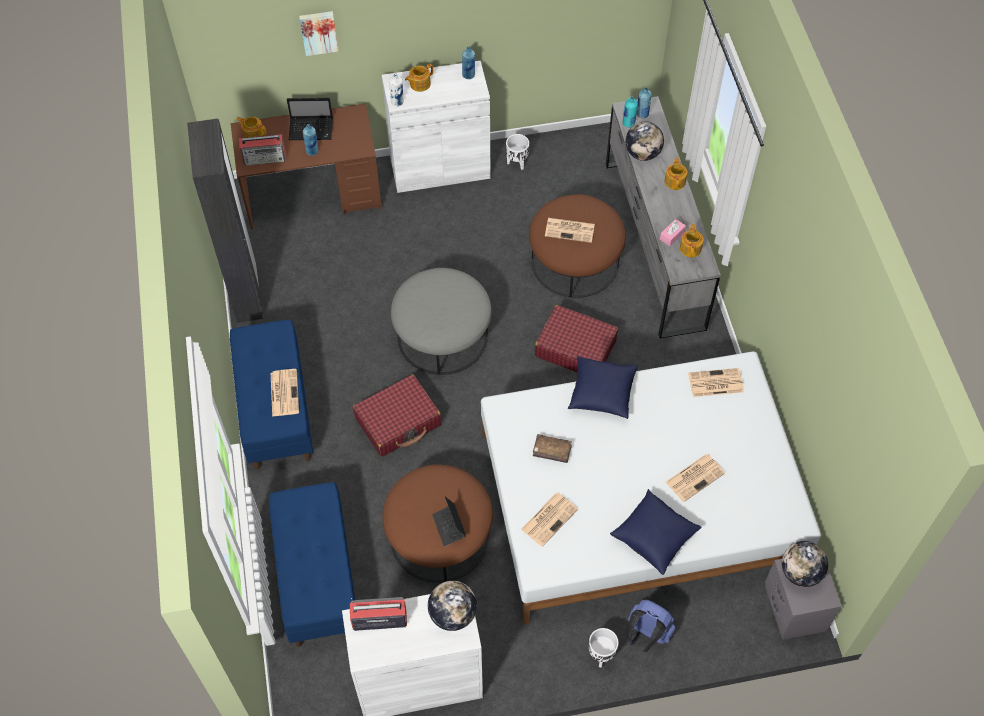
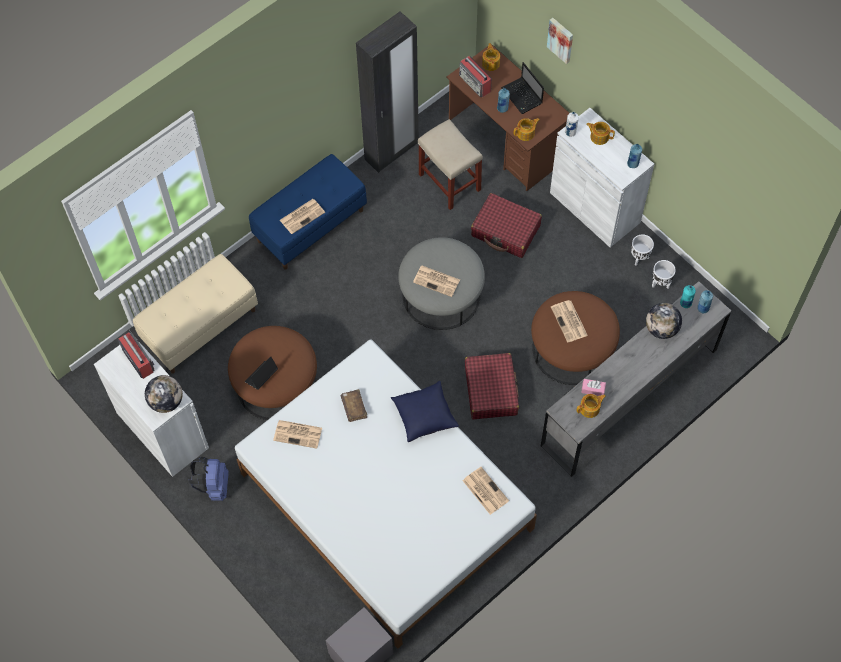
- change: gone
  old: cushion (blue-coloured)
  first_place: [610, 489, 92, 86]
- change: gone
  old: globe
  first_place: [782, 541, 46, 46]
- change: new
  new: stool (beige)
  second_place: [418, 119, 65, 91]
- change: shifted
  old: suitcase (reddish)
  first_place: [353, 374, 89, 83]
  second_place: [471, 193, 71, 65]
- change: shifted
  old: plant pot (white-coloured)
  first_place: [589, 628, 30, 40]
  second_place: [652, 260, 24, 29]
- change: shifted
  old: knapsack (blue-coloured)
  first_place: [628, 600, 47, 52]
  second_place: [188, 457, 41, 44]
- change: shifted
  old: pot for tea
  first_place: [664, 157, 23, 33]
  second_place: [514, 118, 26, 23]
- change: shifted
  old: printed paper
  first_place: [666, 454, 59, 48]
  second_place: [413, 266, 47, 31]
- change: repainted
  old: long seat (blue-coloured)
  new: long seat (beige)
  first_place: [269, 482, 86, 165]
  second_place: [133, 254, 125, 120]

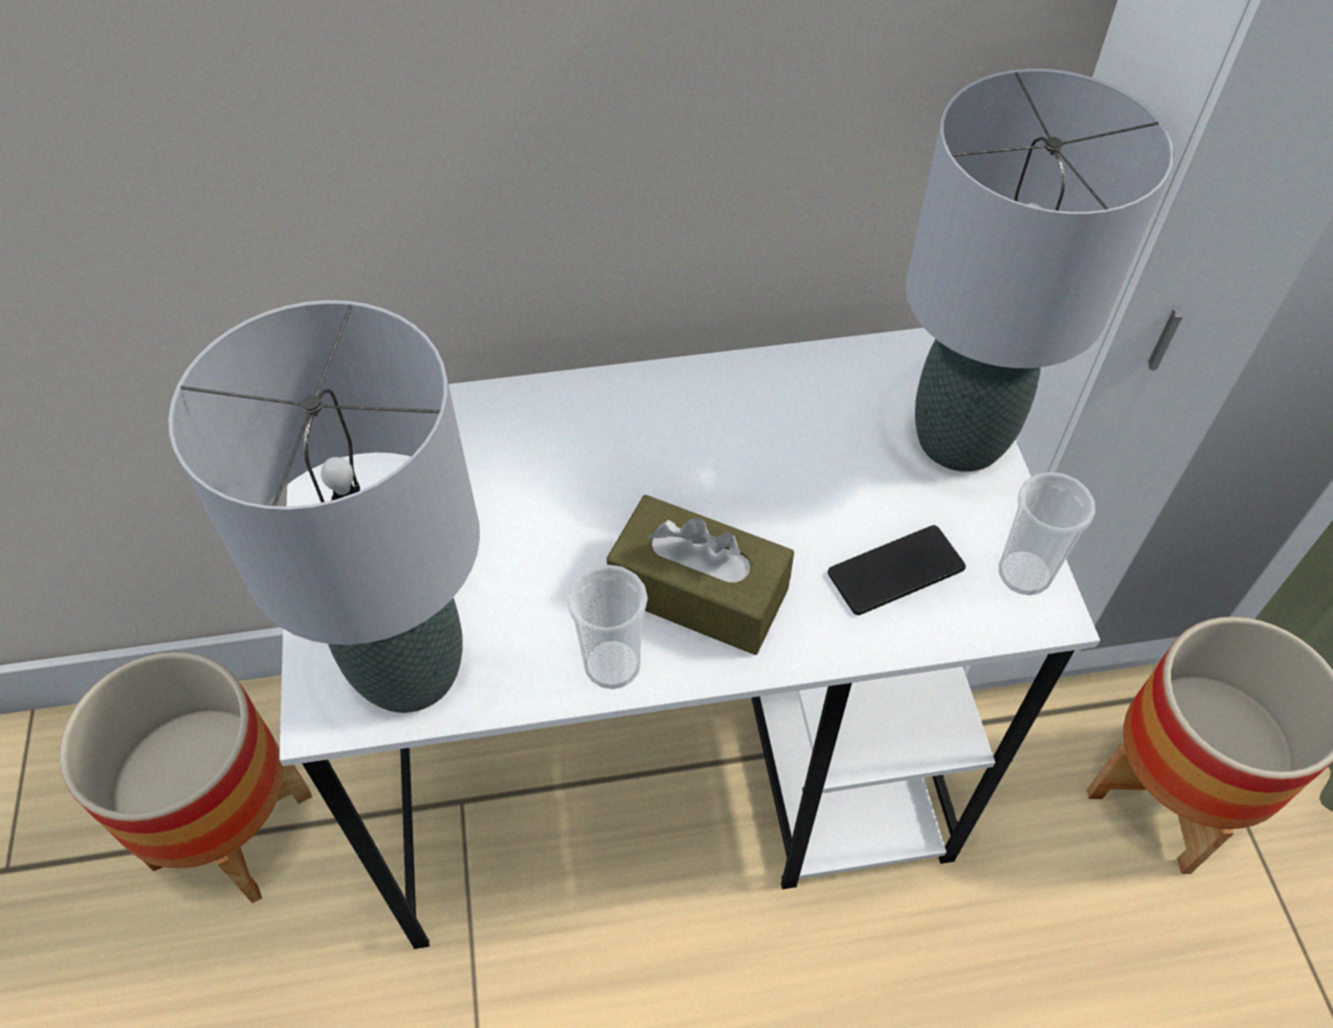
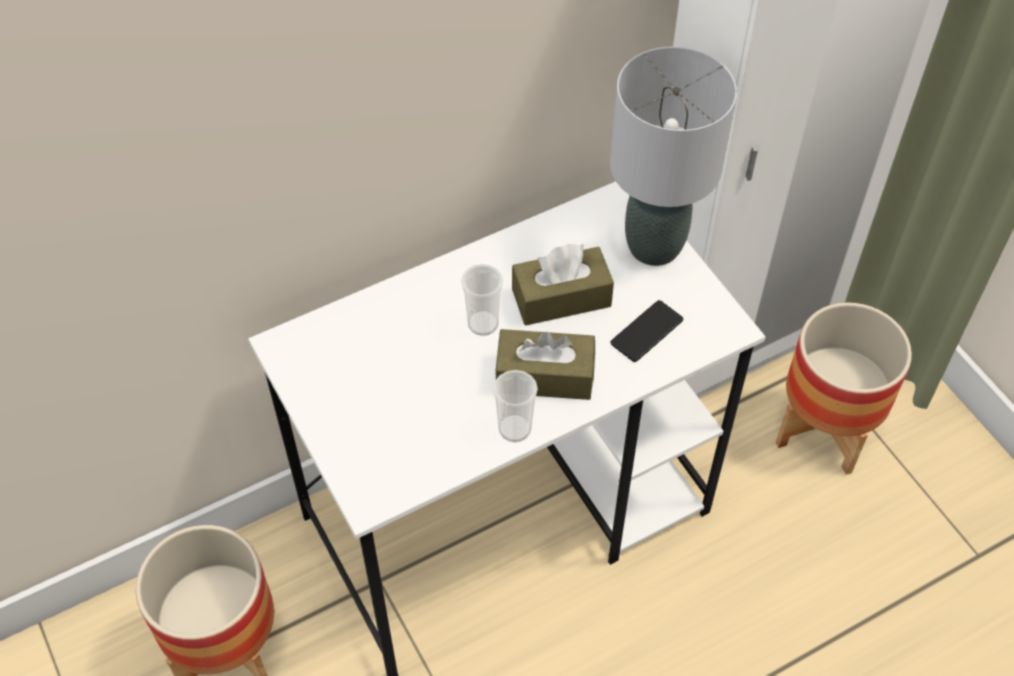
- change: gone
  old: table lamp (grey)
  first_place: [168, 300, 312, 413]
- change: new
  new: tissue holder (brown-coloured)
  second_place: [512, 244, 102, 82]
- change: shifted
  old: cup
  first_place: [998, 472, 97, 123]
  second_place: [461, 264, 42, 72]

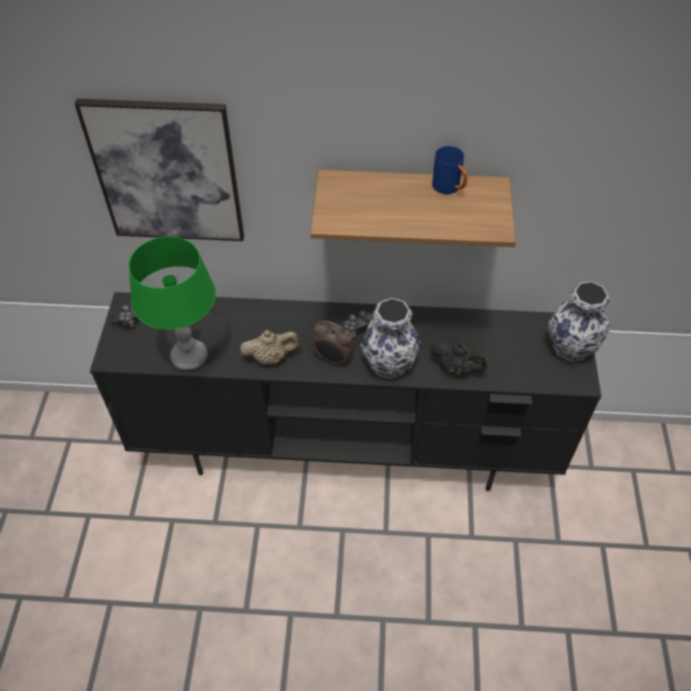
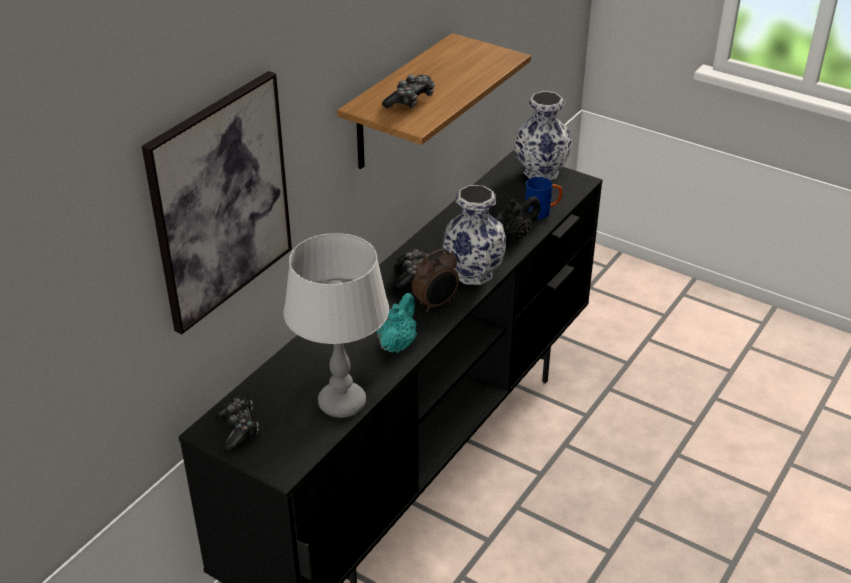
- change: new
  new: gamepad
  second_place: [382, 75, 53, 33]
- change: shifted
  old: mug (blue-coloured)
  first_place: [432, 146, 35, 48]
  second_place: [525, 177, 37, 42]
- change: repainted
  old: table lamp (greenish)
  new: table lamp (grey)
  first_place: [128, 236, 88, 134]
  second_place: [283, 233, 106, 185]
- change: repainted
  old: pot for tea (beige)
  new: pot for tea (turquoise)
  first_place: [240, 330, 60, 35]
  second_place: [377, 293, 40, 60]

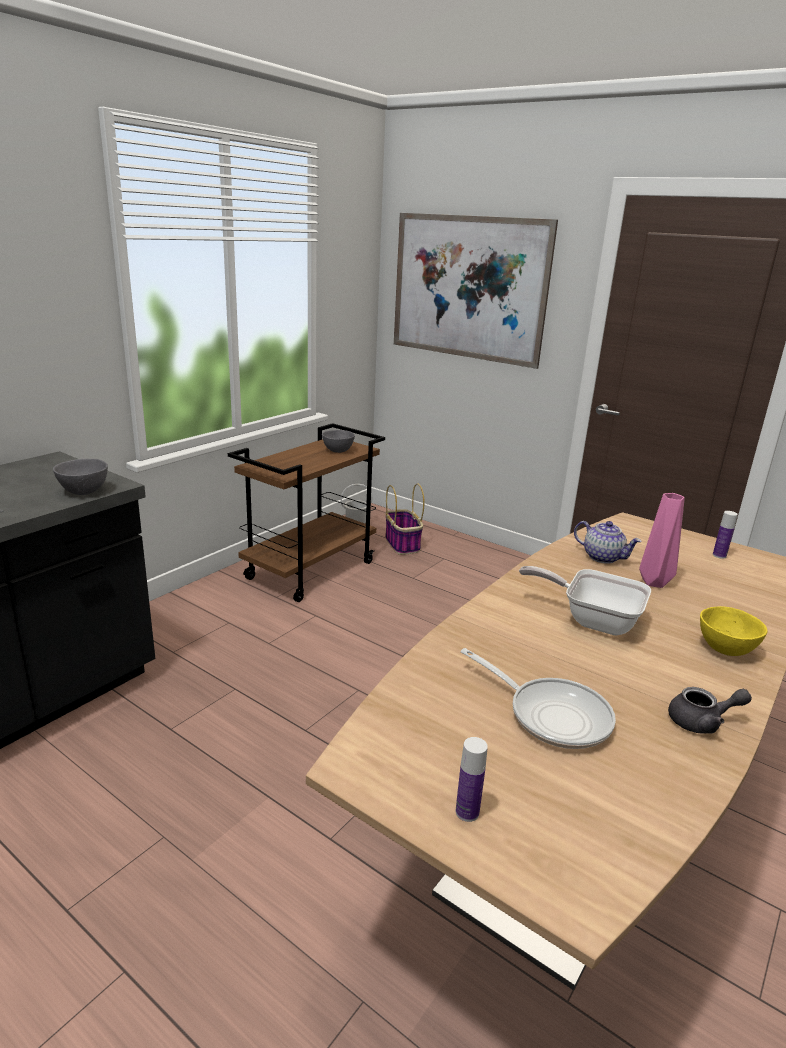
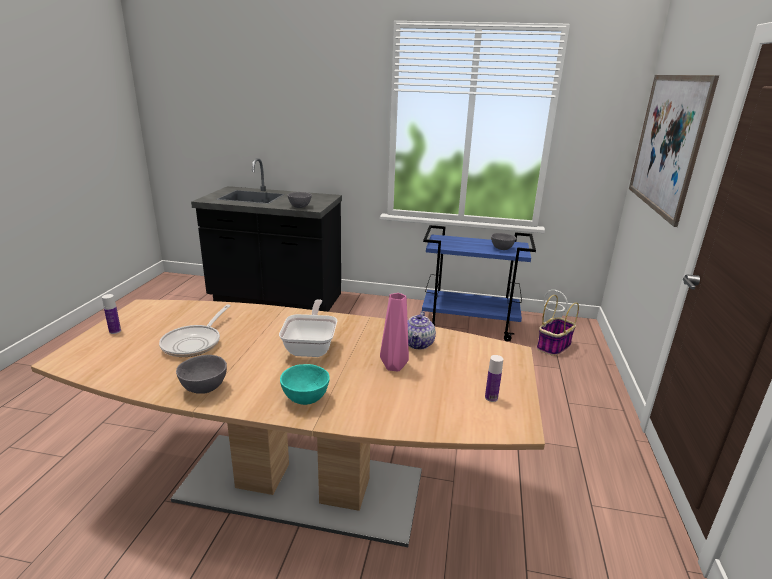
- change: swapped
  old: pot for tea (grey)
  new: deep dish (grey)
  first_place: [668, 687, 84, 47]
  second_place: [176, 355, 51, 39]
- change: repainted
  old: cart (brown-coloured)
  new: cart (blue-coloured)
  first_place: [228, 423, 157, 179]
  second_place: [422, 225, 114, 117]
- change: repainted
  old: deep dish (yellow)
  new: deep dish (turquoise)
  first_place: [700, 606, 68, 50]
  second_place: [280, 364, 50, 41]

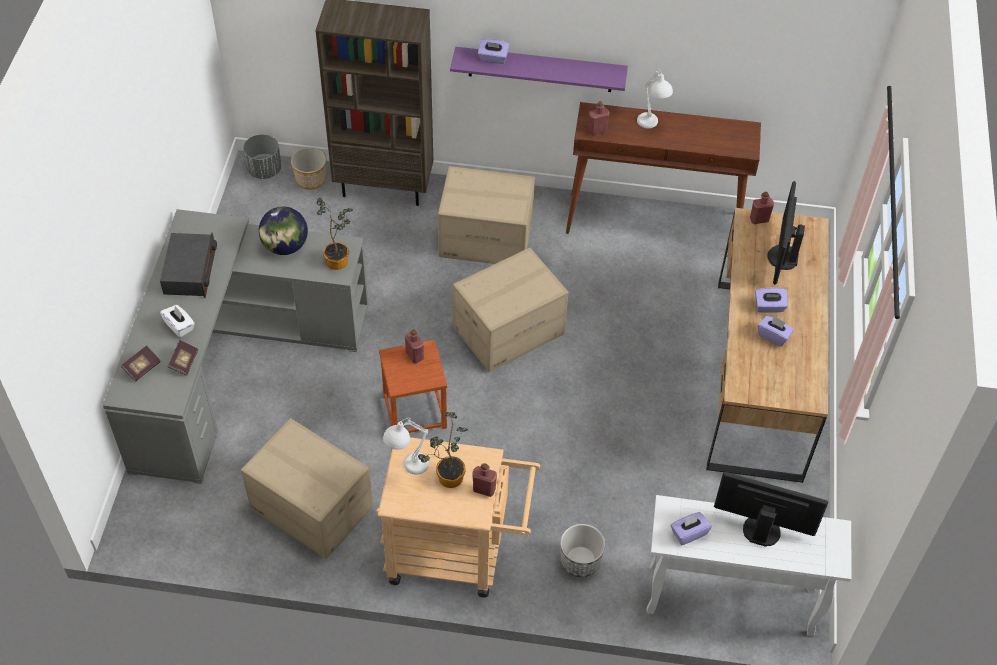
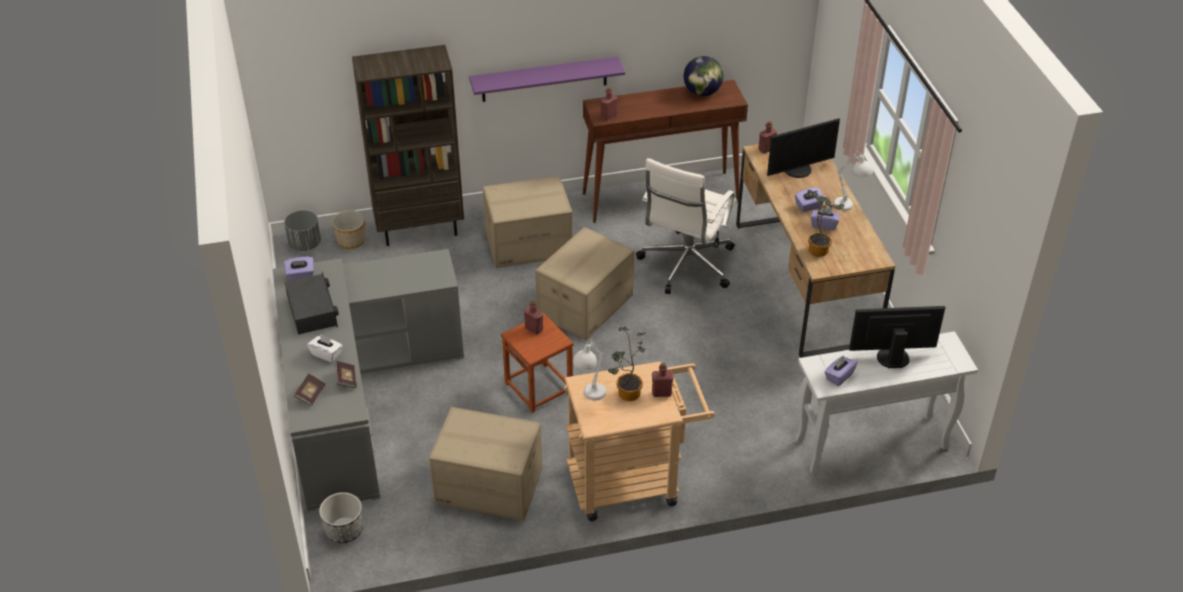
- change: new
  new: computer chair (white-coloured)
  second_place: [636, 158, 101, 136]
- change: shifted
  old: globe
  first_place: [259, 206, 49, 49]
  second_place: [684, 56, 39, 40]
- change: shifted
  old: plant in a pot
  first_place: [316, 198, 37, 72]
  second_place: [807, 190, 38, 67]
- change: shifted
  old: tissue holder (purple)
  first_place: [478, 38, 32, 26]
  second_place: [284, 257, 30, 24]
- change: shifted
  old: plant pot
  first_place: [560, 524, 45, 53]
  second_place: [319, 492, 44, 51]
- change: shifted
  old: table lamp (white-coloured)
  first_place: [637, 70, 36, 58]
  second_place: [833, 151, 40, 60]
- change: rotated
  old: computer display
  first_place: [767, 181, 38, 104]
  second_place: [767, 118, 73, 60]
  degrees: -105

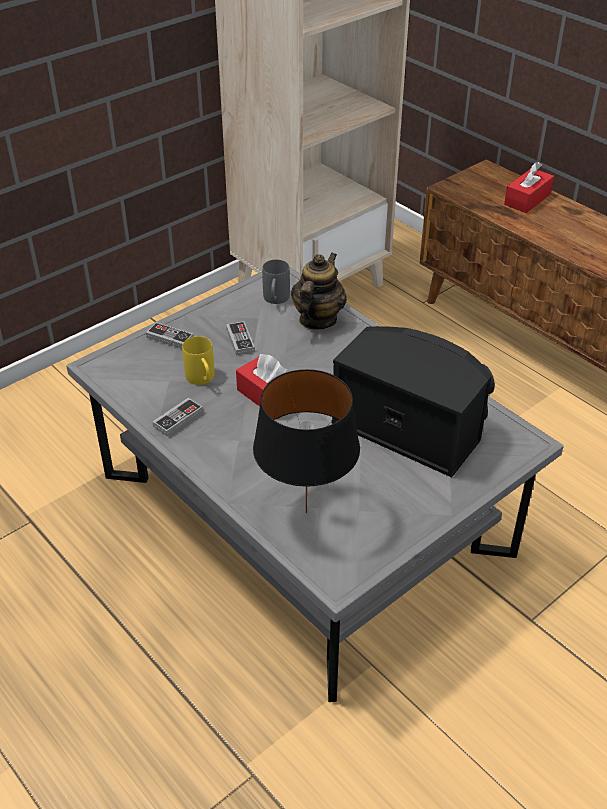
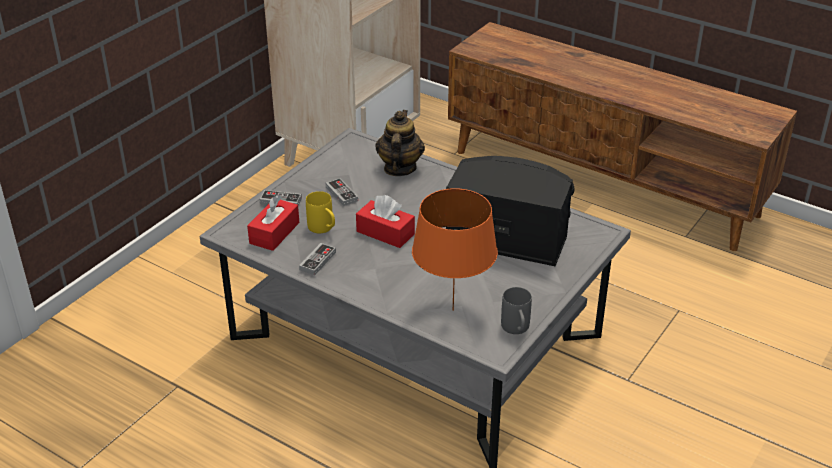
- change: shifted
  old: mug (grey)
  first_place: [262, 259, 28, 45]
  second_place: [501, 287, 31, 47]
- change: shifted
  old: tissue holder (reddish)
  first_place: [504, 162, 50, 51]
  second_place: [247, 195, 52, 56]
- change: repainted
  old: table lamp (black)
  new: table lamp (orangey)
  first_place: [253, 369, 107, 144]
  second_place: [412, 188, 86, 123]

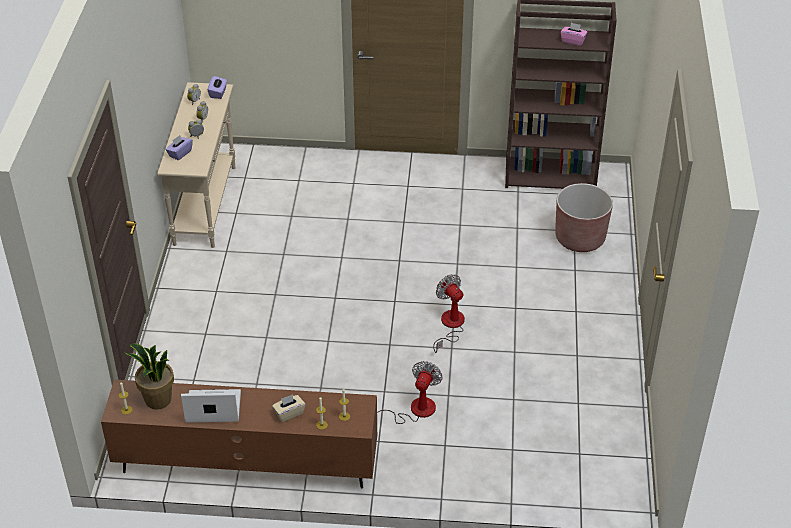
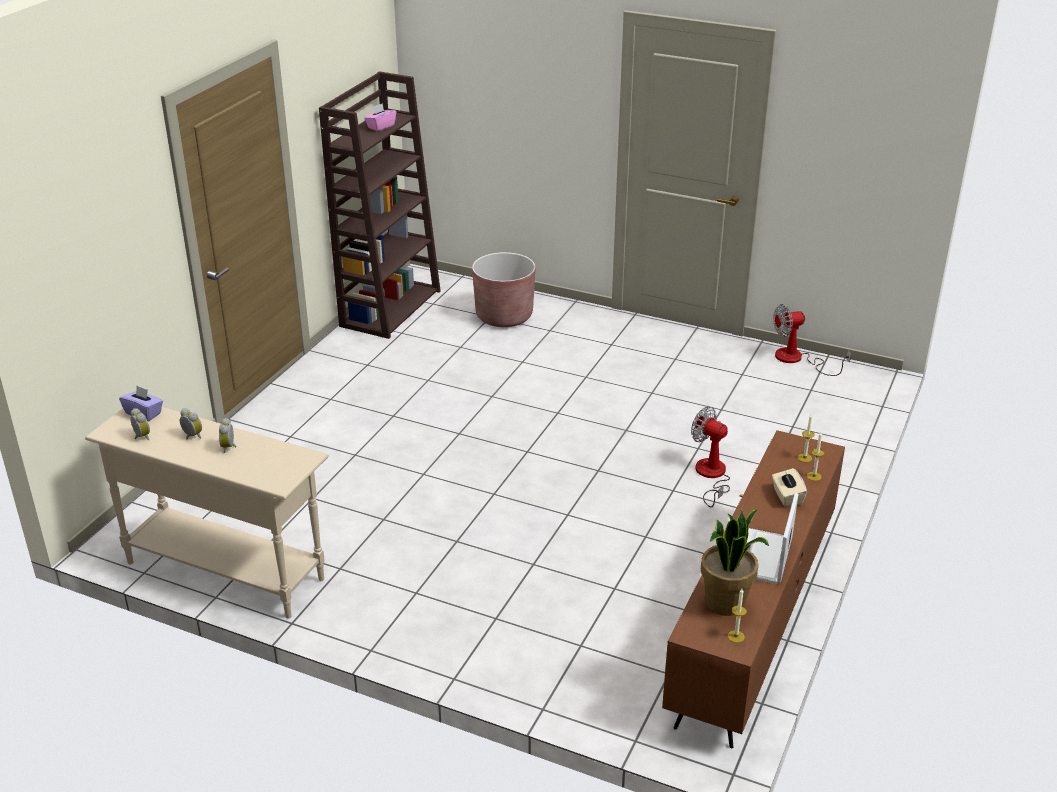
- change: gone
  old: tissue holder (purple)
  first_place: [166, 135, 27, 25]
- change: shifted
  old: cooling fan
  first_place: [433, 274, 32, 79]
  second_place: [773, 304, 78, 72]

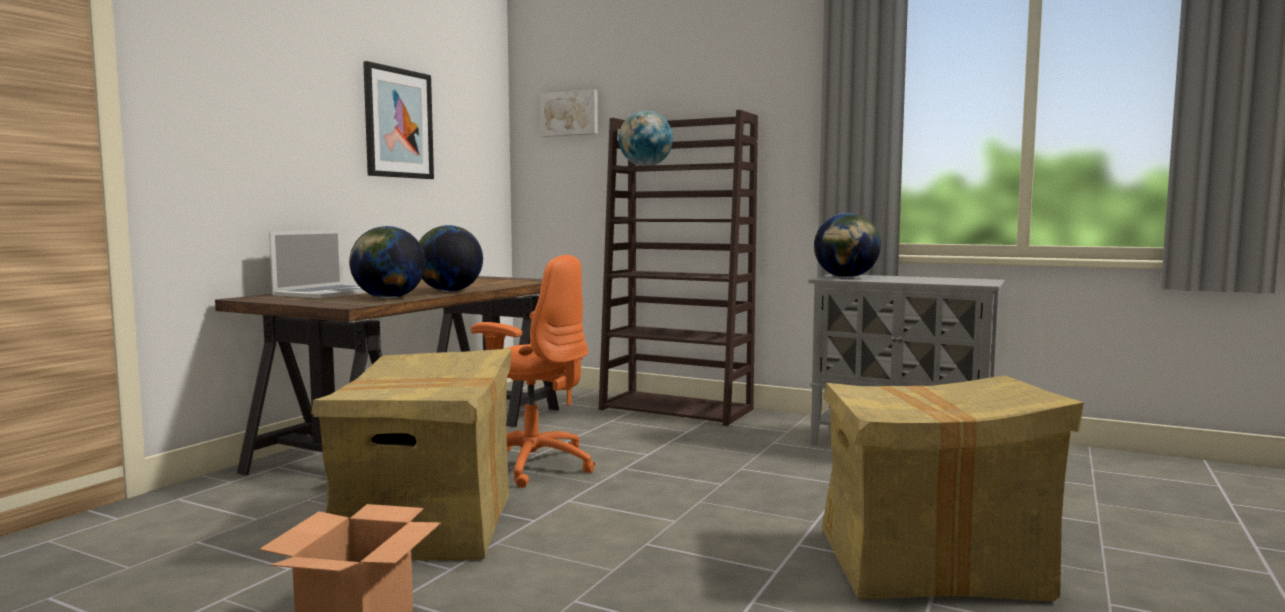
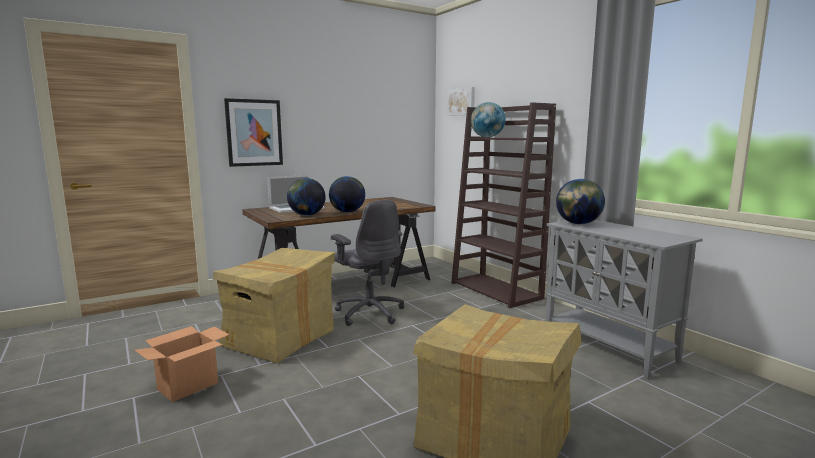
- change: shifted
  old: picture
  first_place: [363, 61, 71, 118]
  second_place: [224, 98, 59, 69]
- change: repainted
  old: computer chair (orangey)
  new: computer chair (grey)
  first_place: [471, 255, 124, 233]
  second_place: [331, 200, 73, 126]

